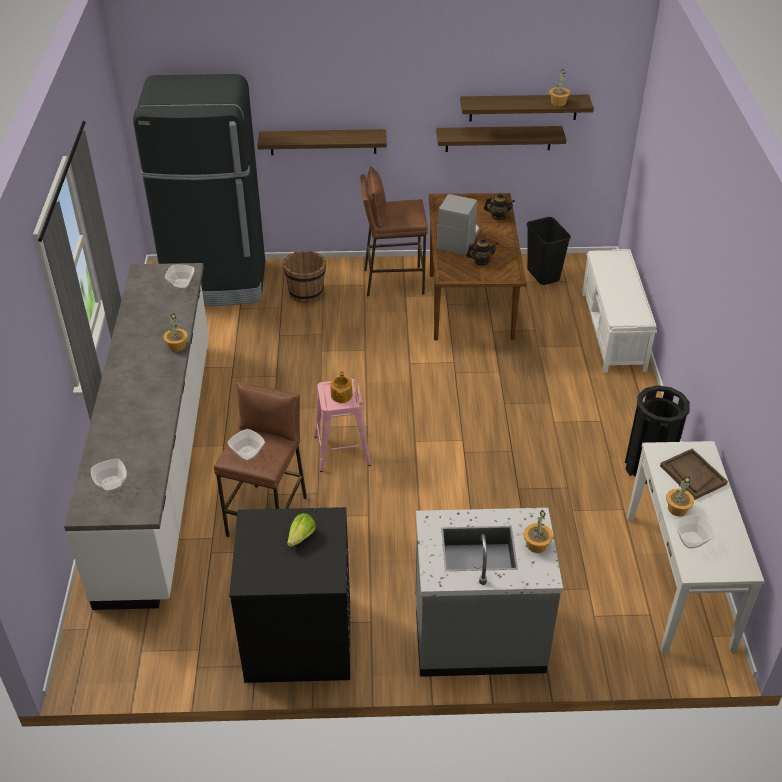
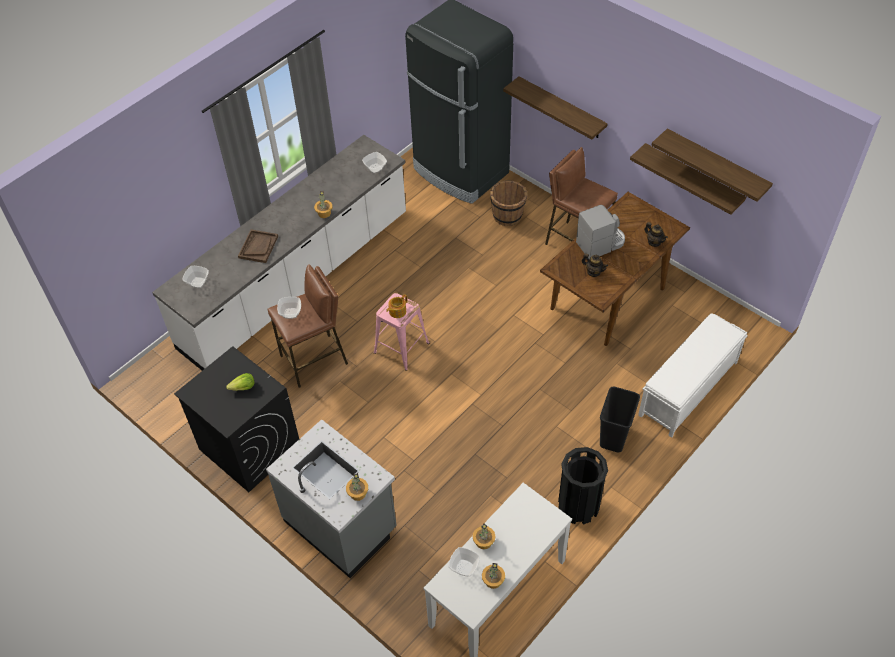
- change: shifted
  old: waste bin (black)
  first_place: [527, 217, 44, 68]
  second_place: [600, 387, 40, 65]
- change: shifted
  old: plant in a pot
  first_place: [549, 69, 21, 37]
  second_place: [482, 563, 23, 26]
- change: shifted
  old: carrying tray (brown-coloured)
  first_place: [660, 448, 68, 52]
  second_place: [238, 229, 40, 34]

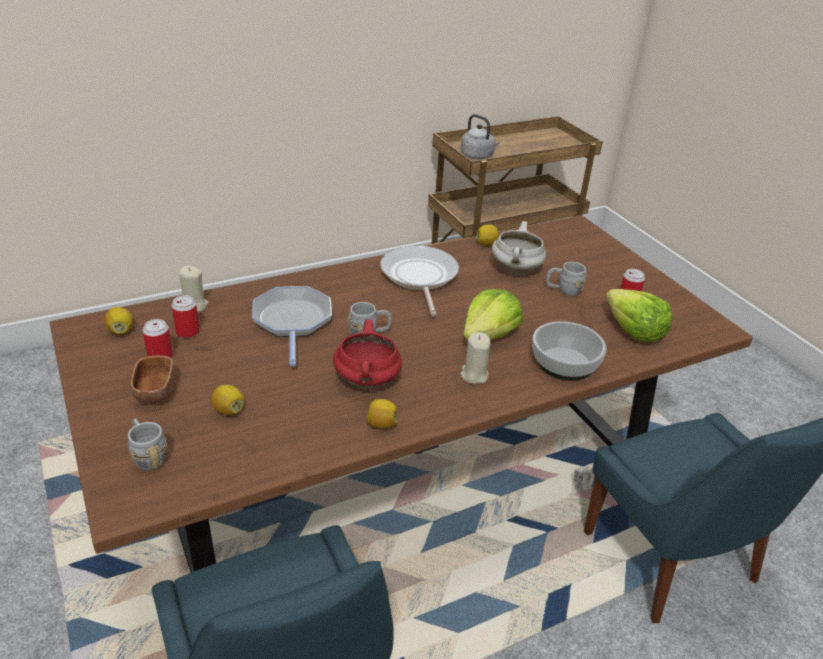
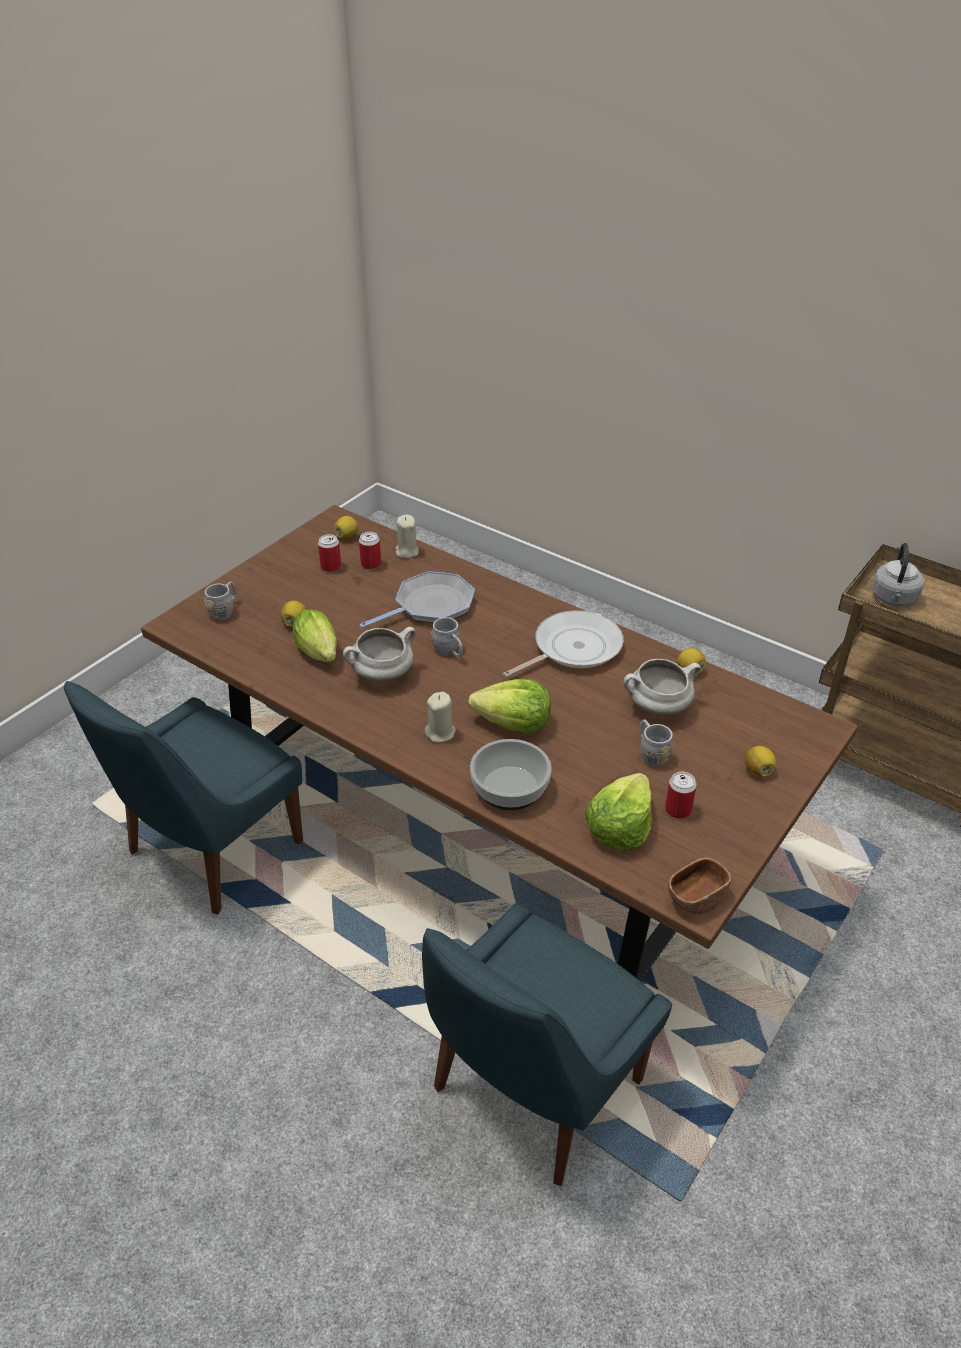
- change: new
  new: head of lettuce
  second_place: [293, 609, 44, 53]
- change: shifted
  old: deep dish (brown-coloured)
  first_place: [130, 355, 46, 49]
  second_place: [668, 857, 63, 57]
- change: shifted
  old: lemon
  first_place: [367, 399, 31, 29]
  second_place: [744, 746, 32, 31]
- change: repainted
  old: cooking pot (reddish)
  new: cooking pot (white-coloured)
  first_place: [333, 319, 69, 69]
  second_place: [343, 627, 73, 55]

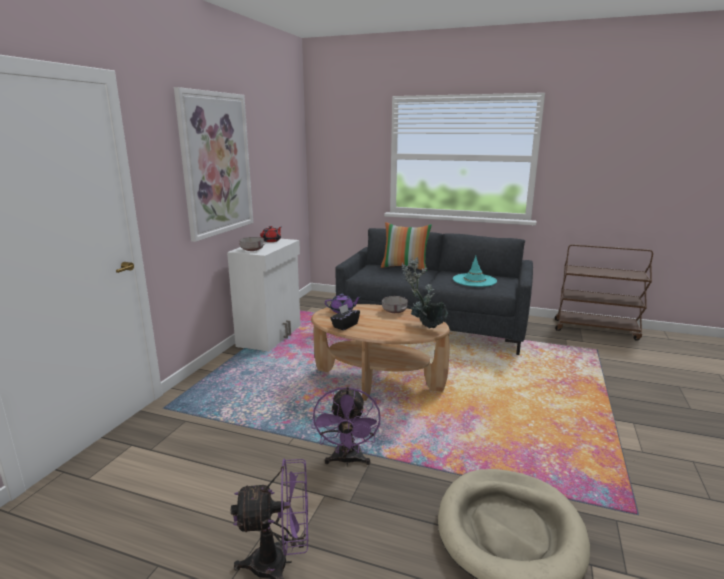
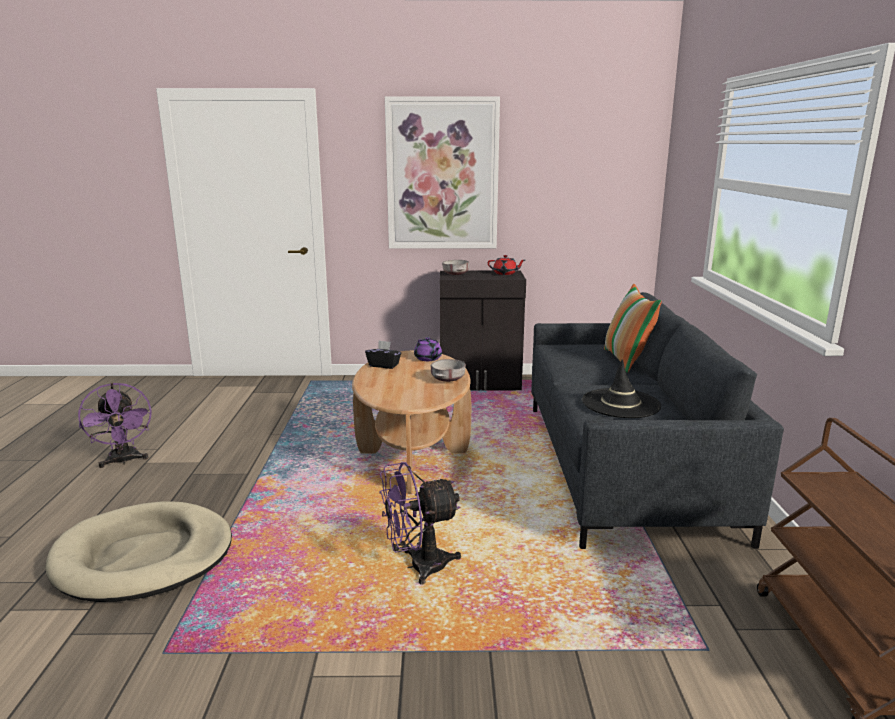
- change: gone
  old: plant in a pot
  first_place: [401, 257, 47, 71]
- change: shifted
  old: cooling fan (purple)
  first_place: [312, 386, 69, 81]
  second_place: [379, 462, 82, 123]
- change: repainted
  old: storage cabinet (white-coloured)
  new: storage cabinet (black)
  first_place: [227, 239, 74, 113]
  second_place: [440, 271, 86, 120]
- change: repainted
  old: wearable hat (turquoise)
  new: wearable hat (black)
  first_place: [453, 256, 44, 31]
  second_place: [582, 359, 79, 59]

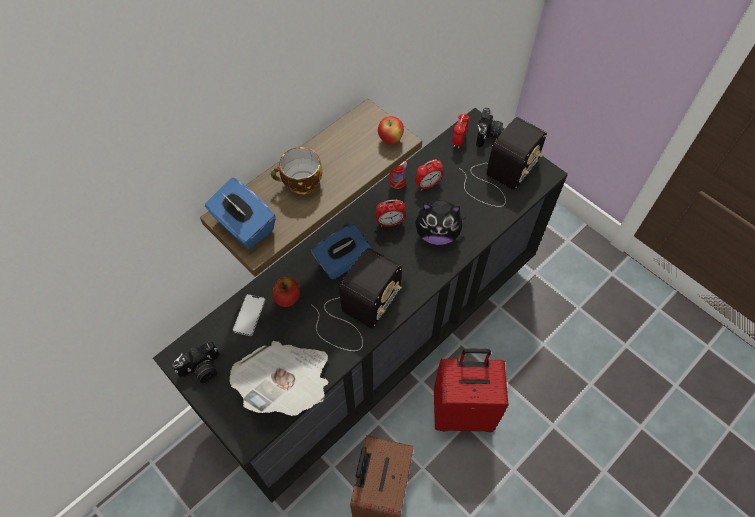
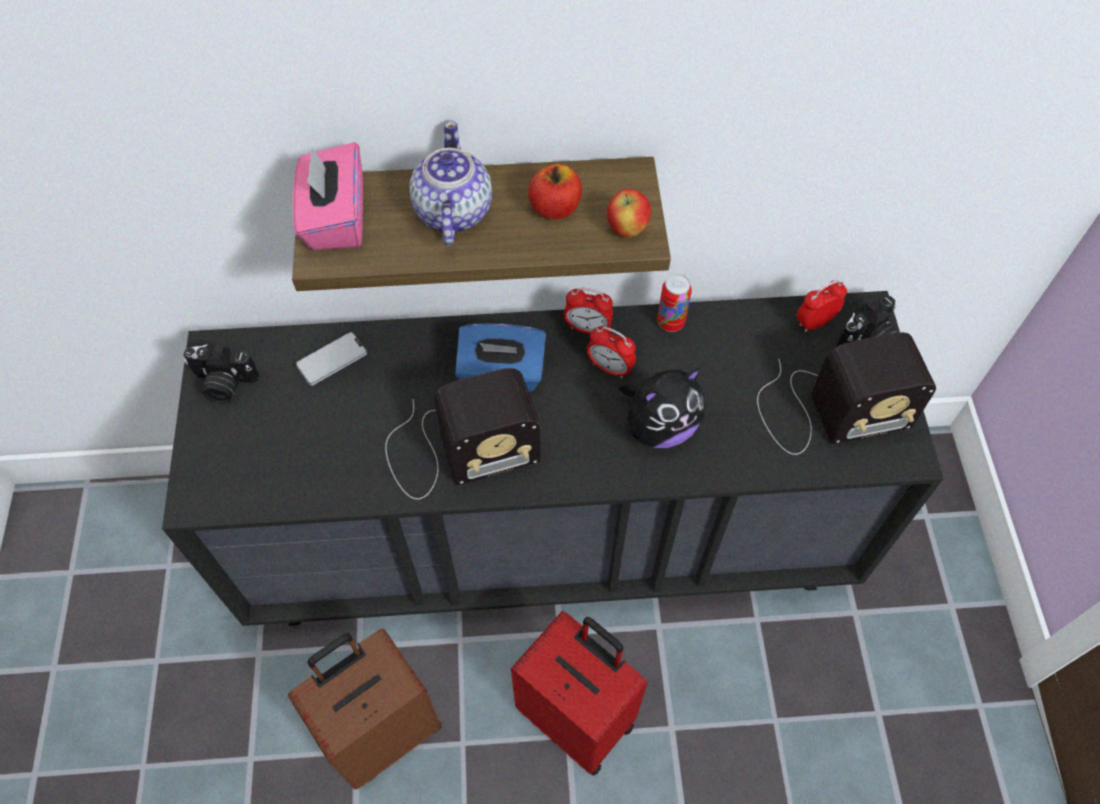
- change: gone
  old: printed paper
  first_place: [230, 341, 99, 75]
- change: shifted
  old: apple
  first_place: [272, 277, 28, 30]
  second_place: [528, 164, 54, 55]
- change: shifted
  old: bedside clock
  first_place: [415, 159, 28, 32]
  second_place: [564, 288, 49, 46]
- change: swapped
  old: cup
  new: pot for tea
  first_place: [271, 147, 51, 48]
  second_place: [409, 121, 83, 125]
- change: repainted
  old: tissue holder (blue-coloured)
  new: tissue holder (pink-coloured)
  first_place: [205, 178, 70, 71]
  second_place: [293, 142, 70, 108]
- change: rotated
  old: cuddly toy
  first_place: [415, 200, 51, 45]
  second_place: [619, 368, 86, 80]
  degrees: -75

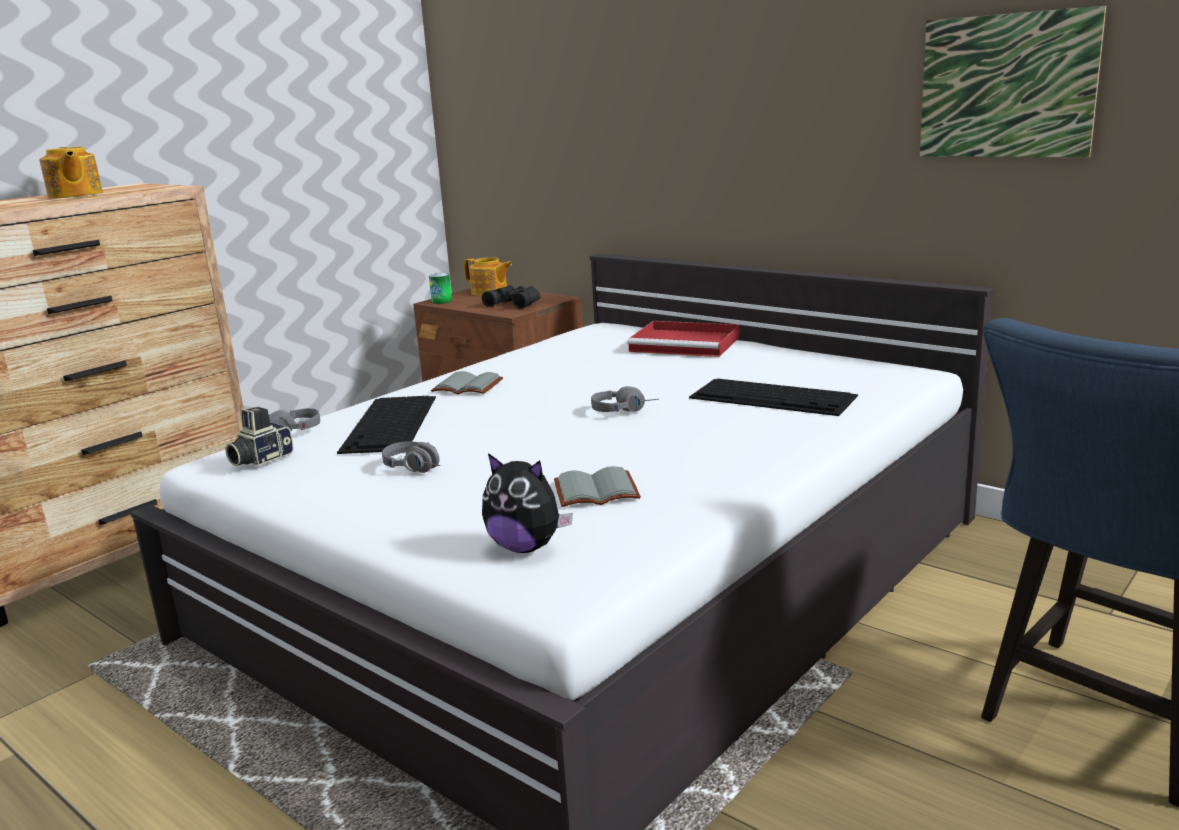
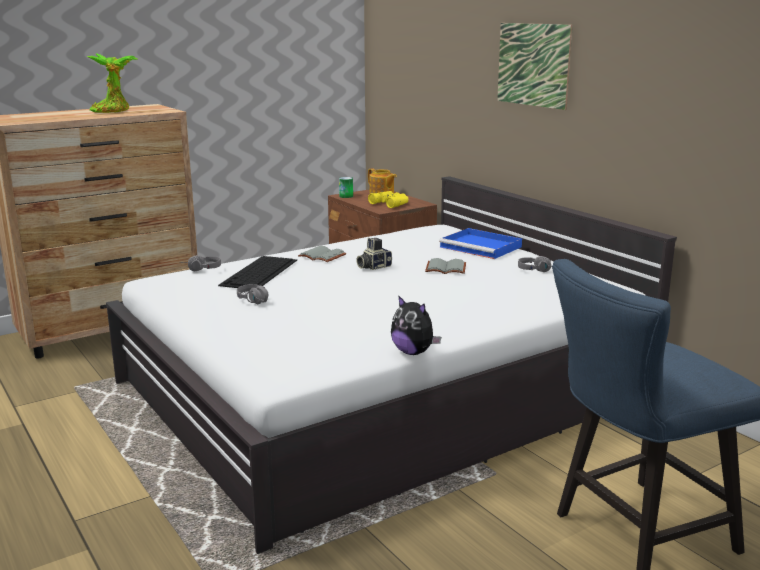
- change: gone
  old: computer keyboard
  first_place: [689, 379, 169, 37]
- change: shifted
  old: still camera
  first_place: [225, 407, 69, 59]
  second_place: [356, 238, 36, 32]
- change: shifted
  old: cuddly toy
  first_place: [482, 453, 91, 100]
  second_place: [391, 295, 50, 60]
- change: shifted
  old: volume (grey)
  first_place: [554, 466, 87, 41]
  second_place: [425, 258, 41, 16]
- change: shifted
  old: headphones (grey)
  first_place: [591, 386, 68, 26]
  second_place: [518, 256, 33, 16]
- change: shifted
  old: picture
  first_place: [920, 6, 186, 151]
  second_place: [497, 23, 76, 87]
- change: swapped
  old: pot for tea
  new: plant in a pot
  first_place: [39, 147, 64, 51]
  second_place: [87, 53, 51, 60]
- change: repainted
  old: field glasses (black)
  new: field glasses (yellow)
  first_place: [482, 285, 59, 24]
  second_place: [368, 191, 41, 17]
- change: repainted
  old: carrying tray (reddish)
  new: carrying tray (blue-coloured)
  first_place: [627, 321, 113, 36]
  second_place: [439, 228, 83, 31]

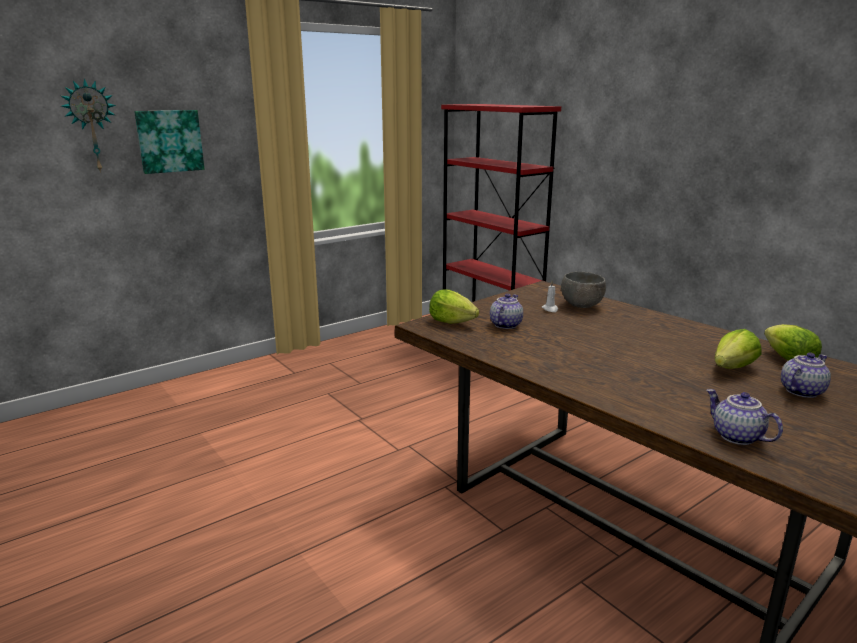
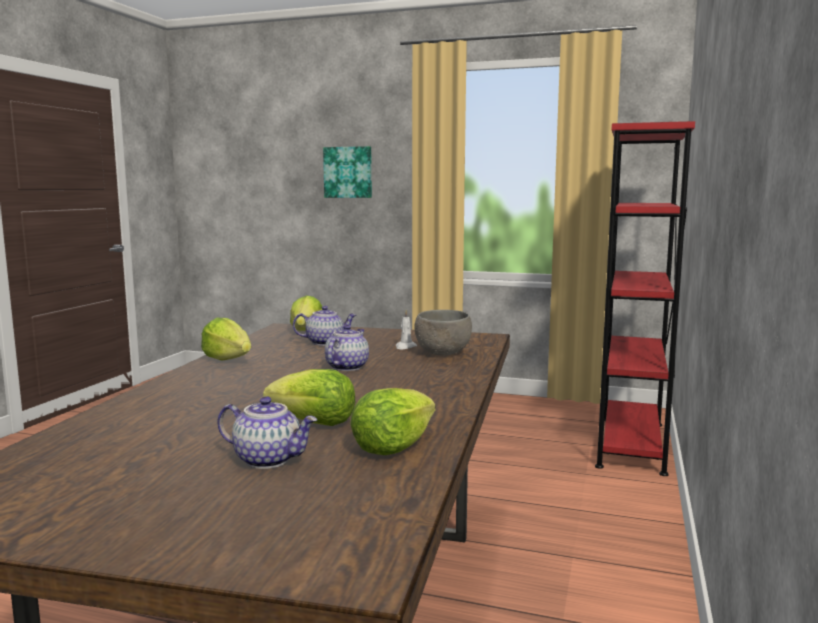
- change: gone
  old: hanging clock
  first_place: [61, 78, 55, 95]
- change: new
  new: head of lettuce
  second_place: [201, 318, 50, 43]
- change: shifted
  old: pot for tea
  first_place: [707, 389, 76, 56]
  second_place: [325, 325, 44, 46]

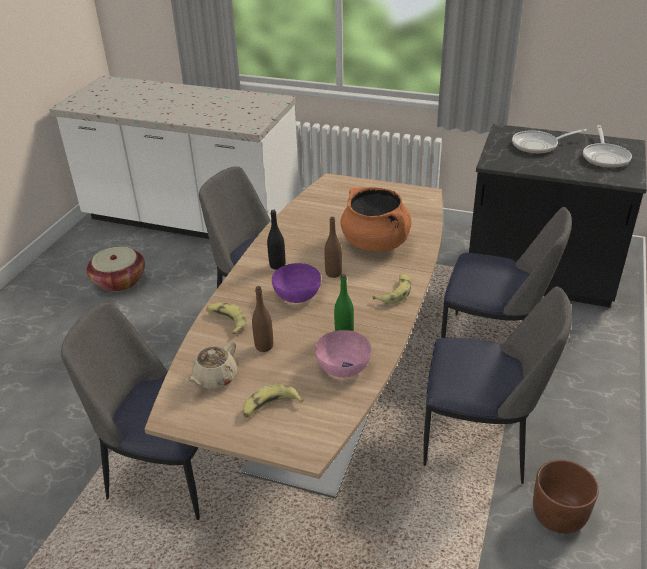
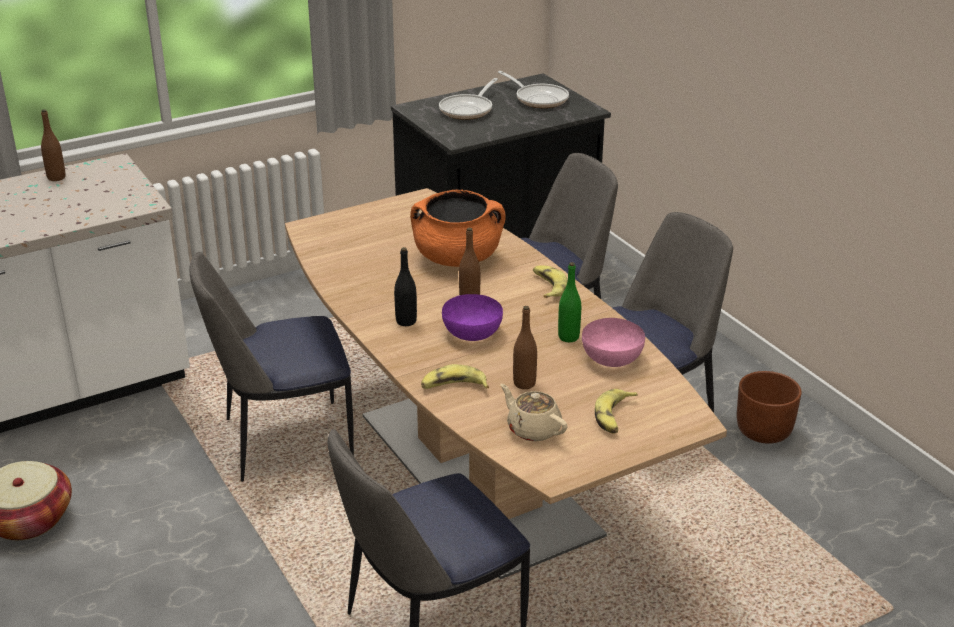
- change: new
  new: drink bottle (brown-coloured)
  second_place: [41, 109, 24, 72]
- change: rotated
  old: pot for tea (beige)
  first_place: [186, 342, 51, 47]
  second_place: [500, 384, 68, 58]
  degrees: 150

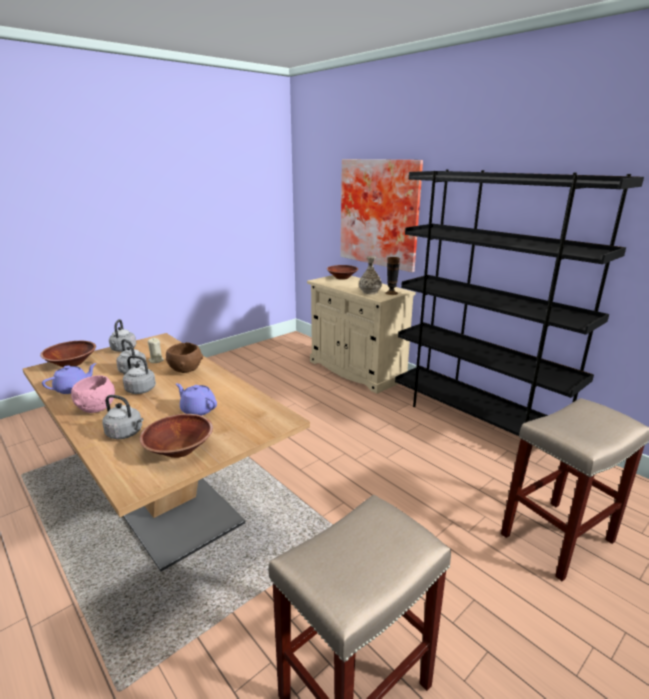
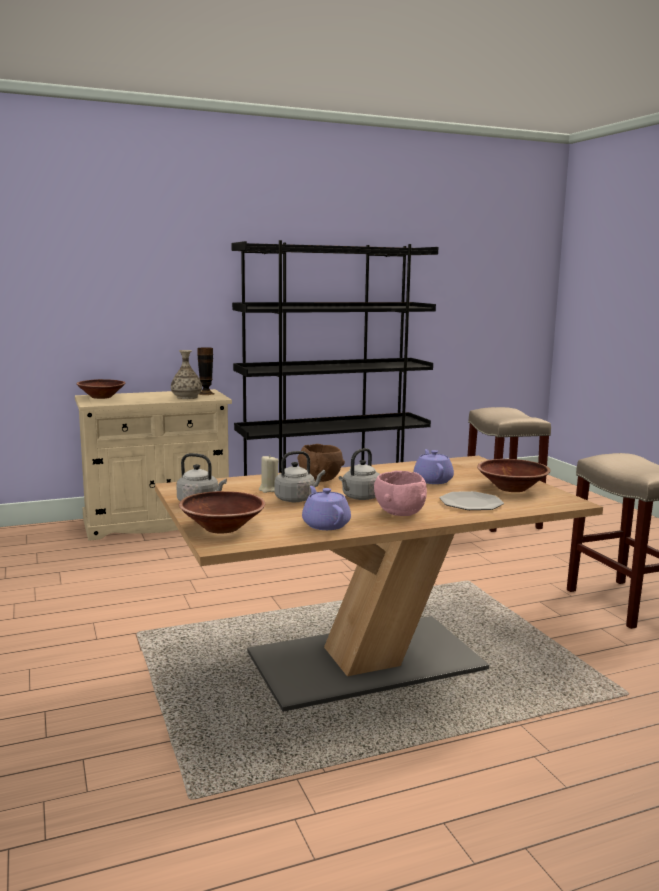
- change: gone
  old: picture
  first_place: [341, 159, 82, 113]
- change: swapped
  old: tea kettle (grey)
  new: flat dish
  first_place: [102, 395, 41, 44]
  second_place: [439, 491, 65, 19]
- change: rotated
  old: pot for tea (purple)
  first_place: [176, 383, 41, 33]
  second_place: [414, 449, 40, 35]
  degrees: 120

